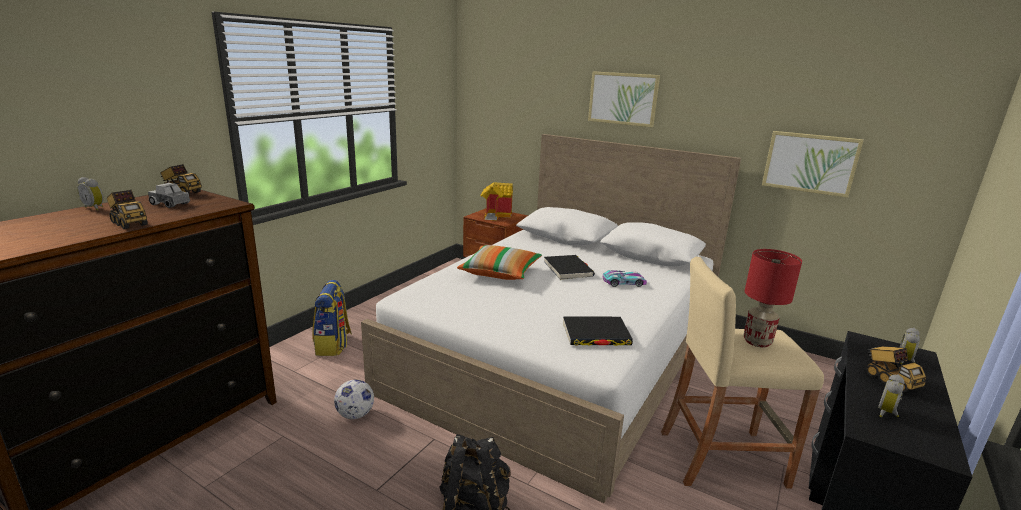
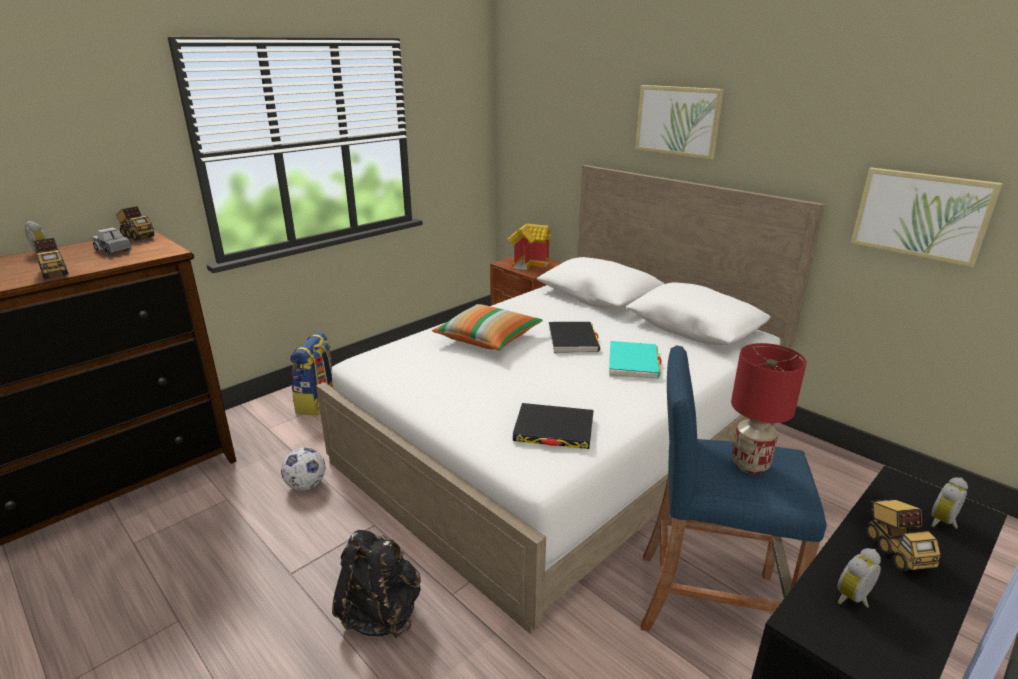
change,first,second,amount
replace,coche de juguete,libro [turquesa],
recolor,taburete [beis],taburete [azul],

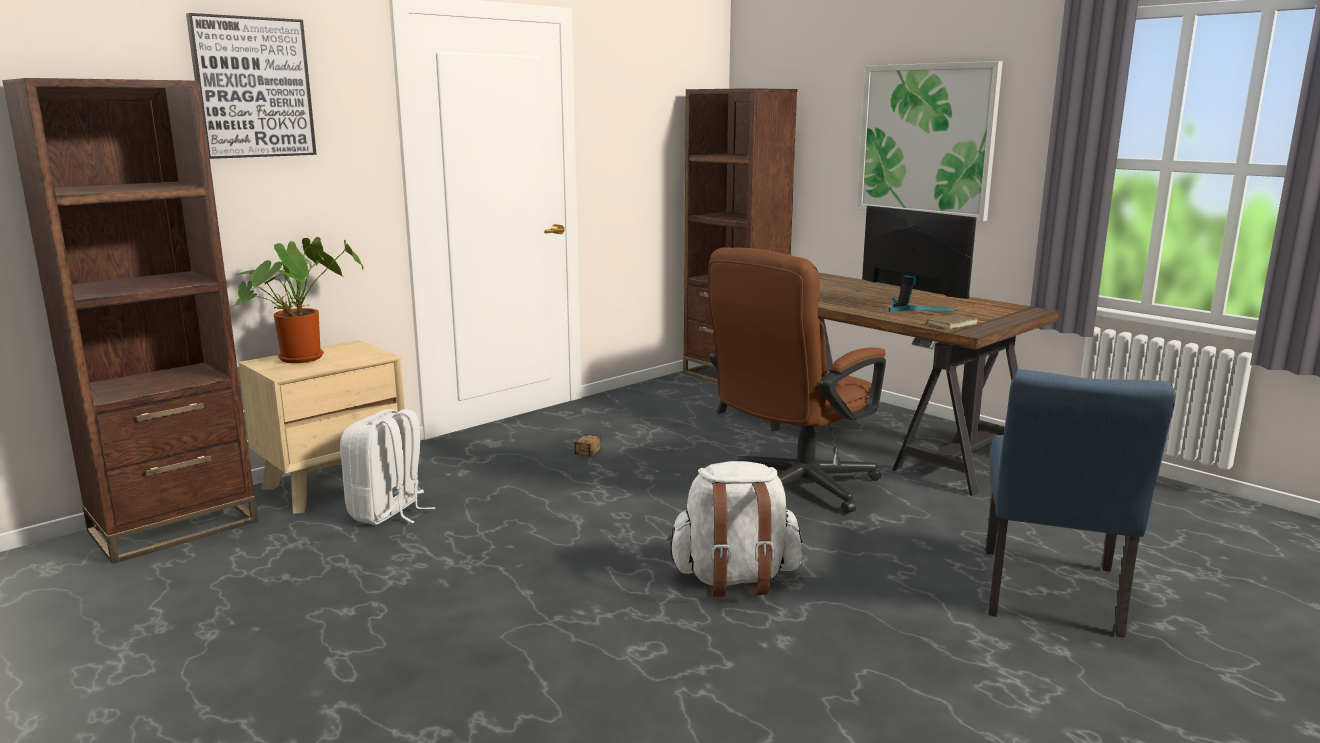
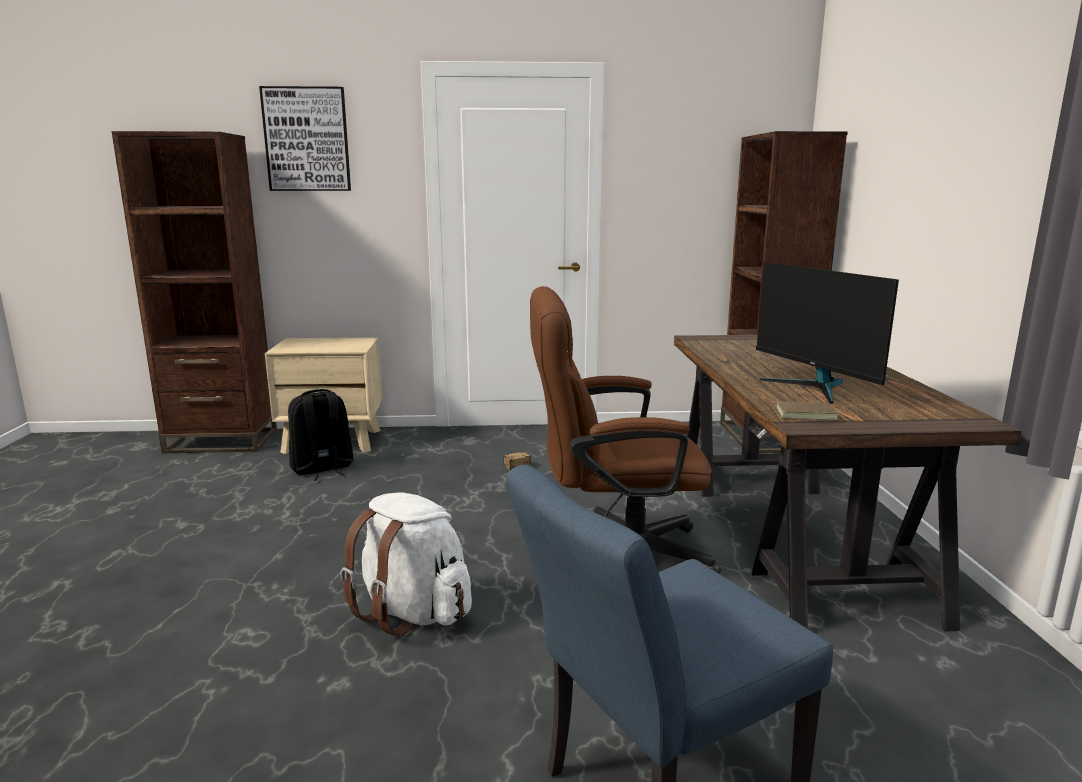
change,first,second,amount
recolor,mochila [blanco] (1st from left),mochila [negro],
rotate,monitor,,150 degrees clockwise
delete,planta en maceta,,
delete,cuadro (2nd from left),,

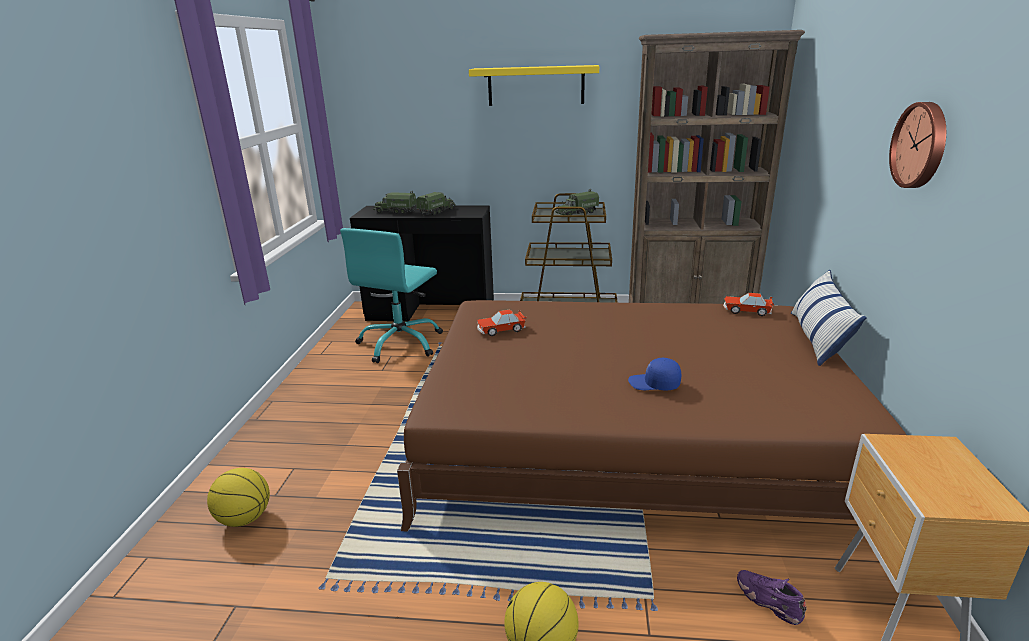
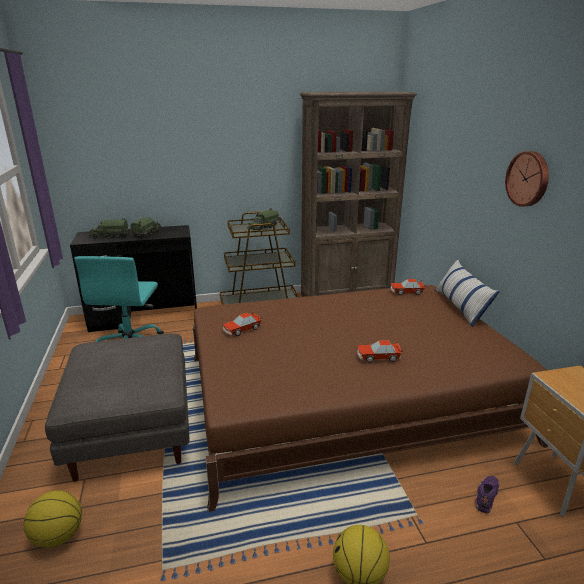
change,first,second,amount
insert,,puf [gris],
replace,gorra [azul],coche de juguete (2nd from left),
rotate,zapato [morado],,90 degrees clockwise
delete,estante [amarillo],,

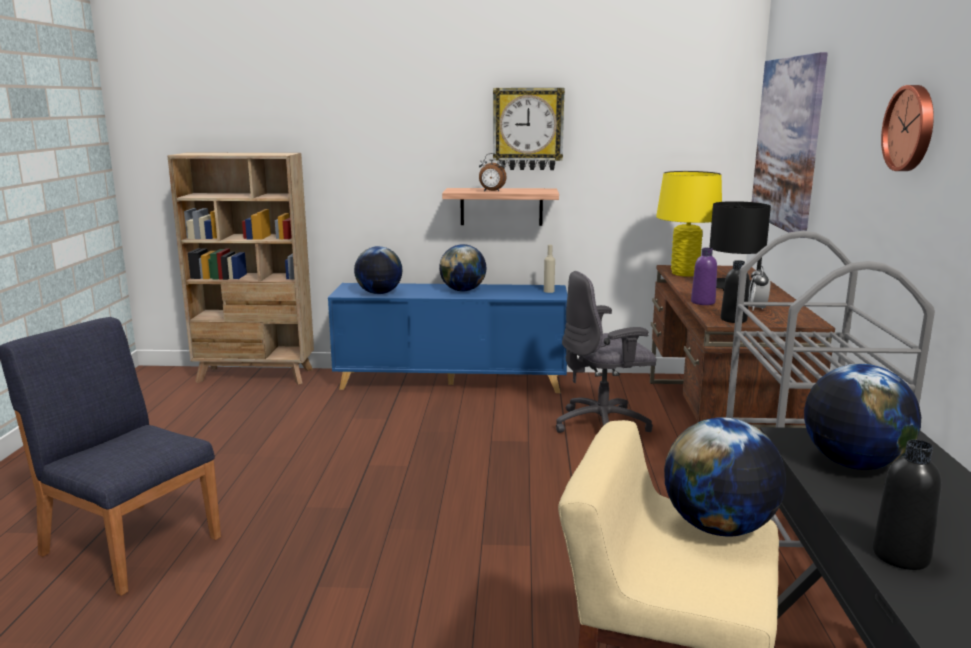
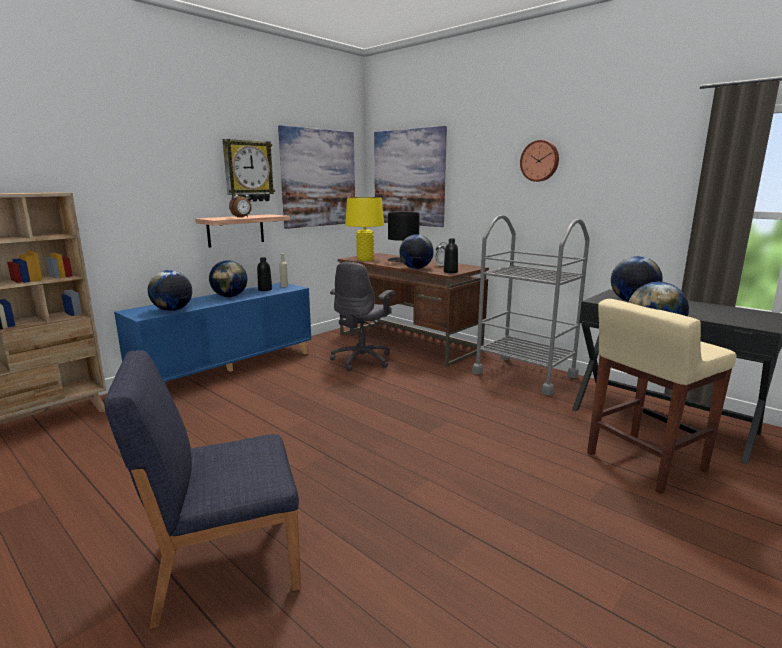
change,first,second,amount
move,botella [negro] (2nd from left in the first image),botella [negro] (1st from left),
insert,,cuadro (1st from left),
replace,botella [morado],globo terráqueo (3rd from left),

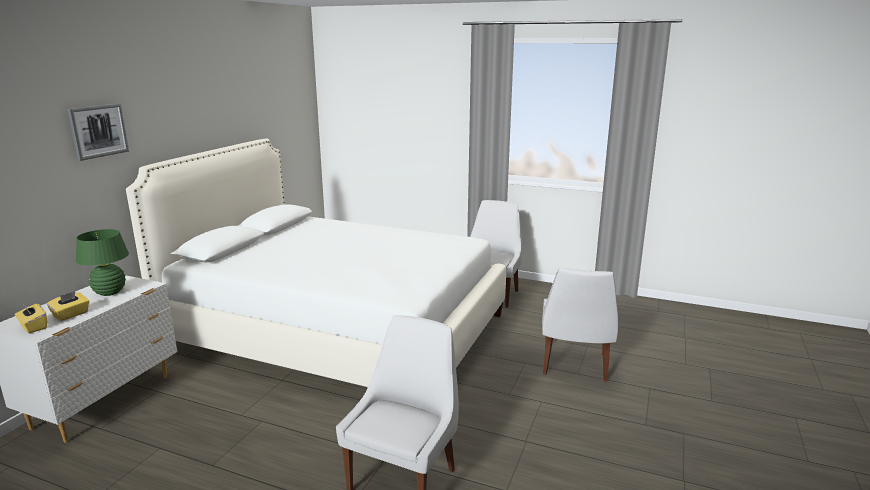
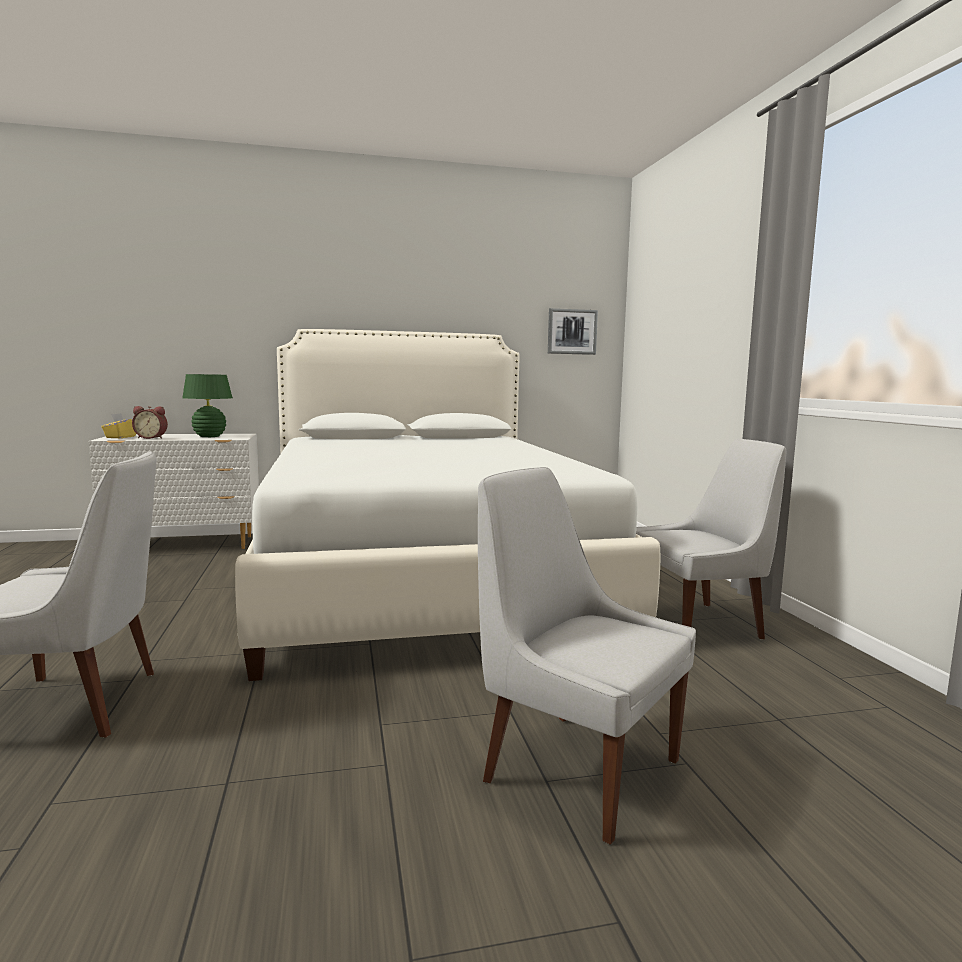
change,first,second,amount
replace,caja de pañuelos [amarillo] (2nd from left),despertador,
rotate,silla [blanco] (3rd from left in the first image),silla [blanco] (2nd from left),60 degrees clockwise
move,cuadro,,

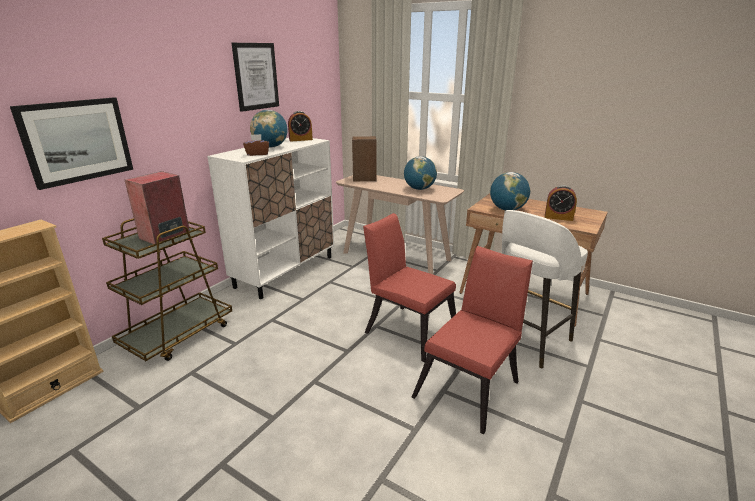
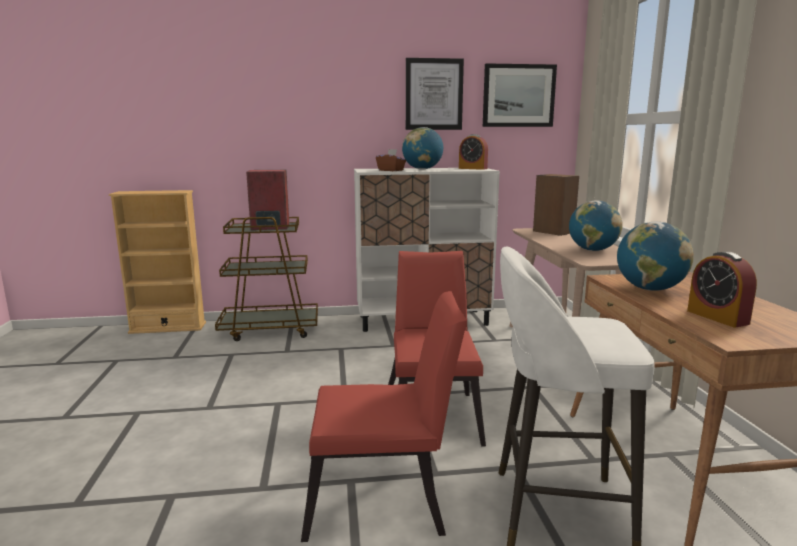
change,first,second,amount
move,cuadro (1st from left in the first image),cuadro (2nd from left),

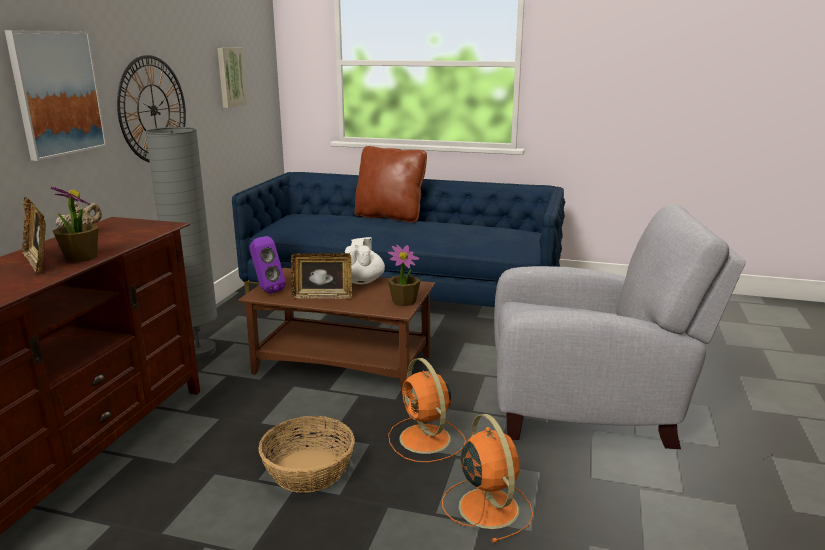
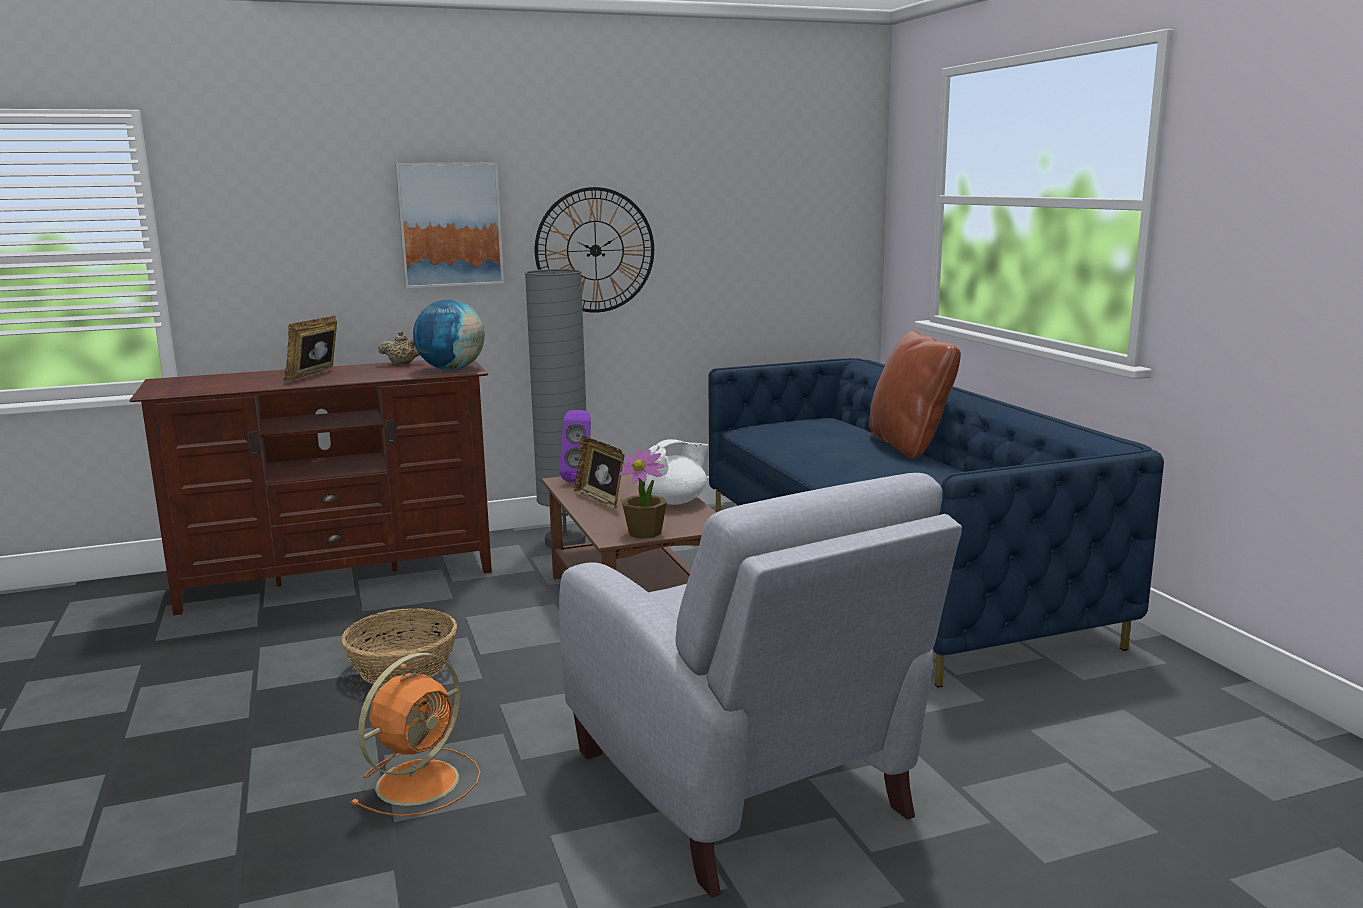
change,first,second,amount
insert,,globo terráqueo,
delete,planta en maceta (1st from left),,
delete,cuadro (2nd from left),,
delete,ventilador [naranja] (1st from left),,

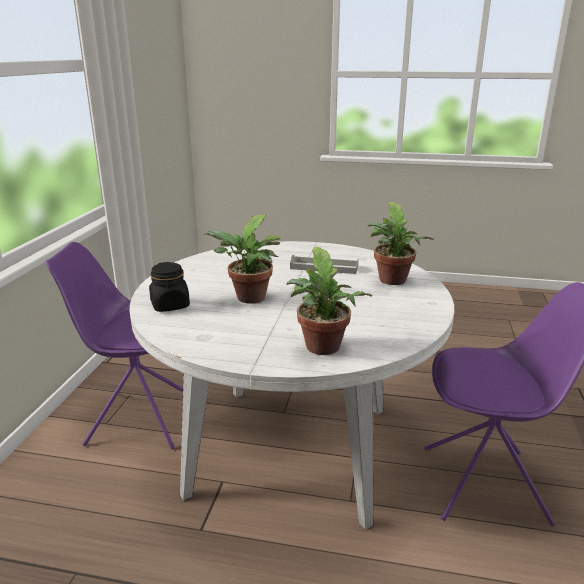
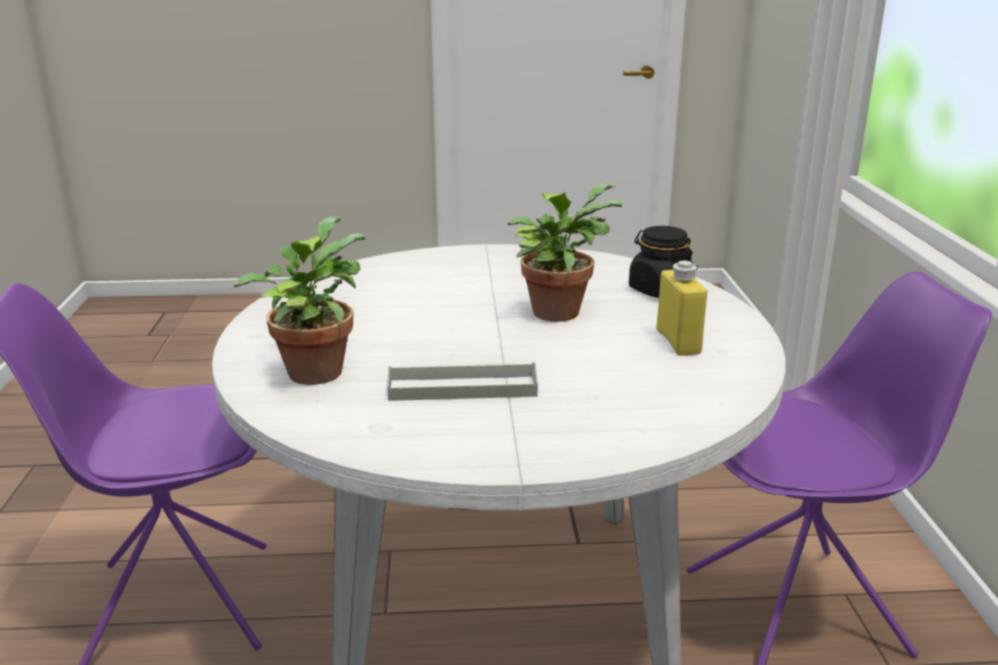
change,first,second,amount
insert,,botella [amarillo],
delete,planta en maceta (2nd from left),,

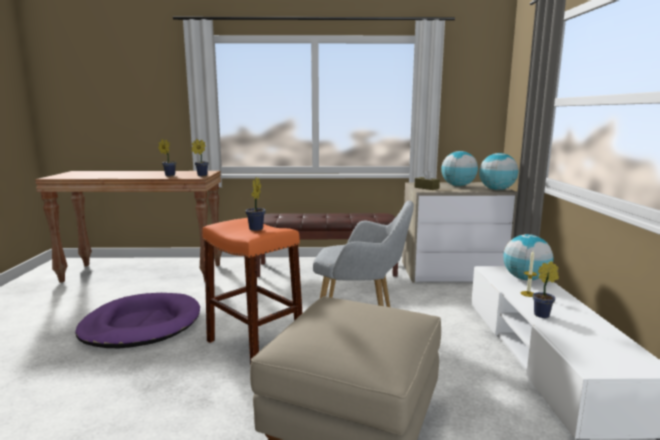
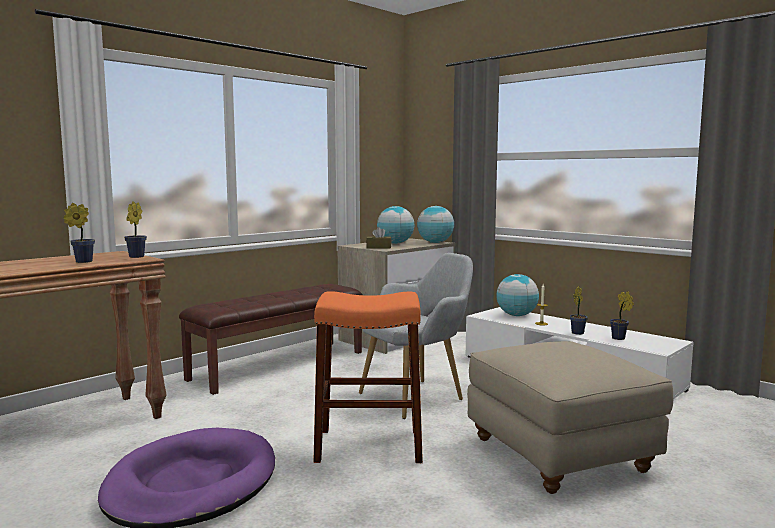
change,first,second,amount
move,planta en maceta (3rd from left in the first image),planta en maceta (4th from left),

